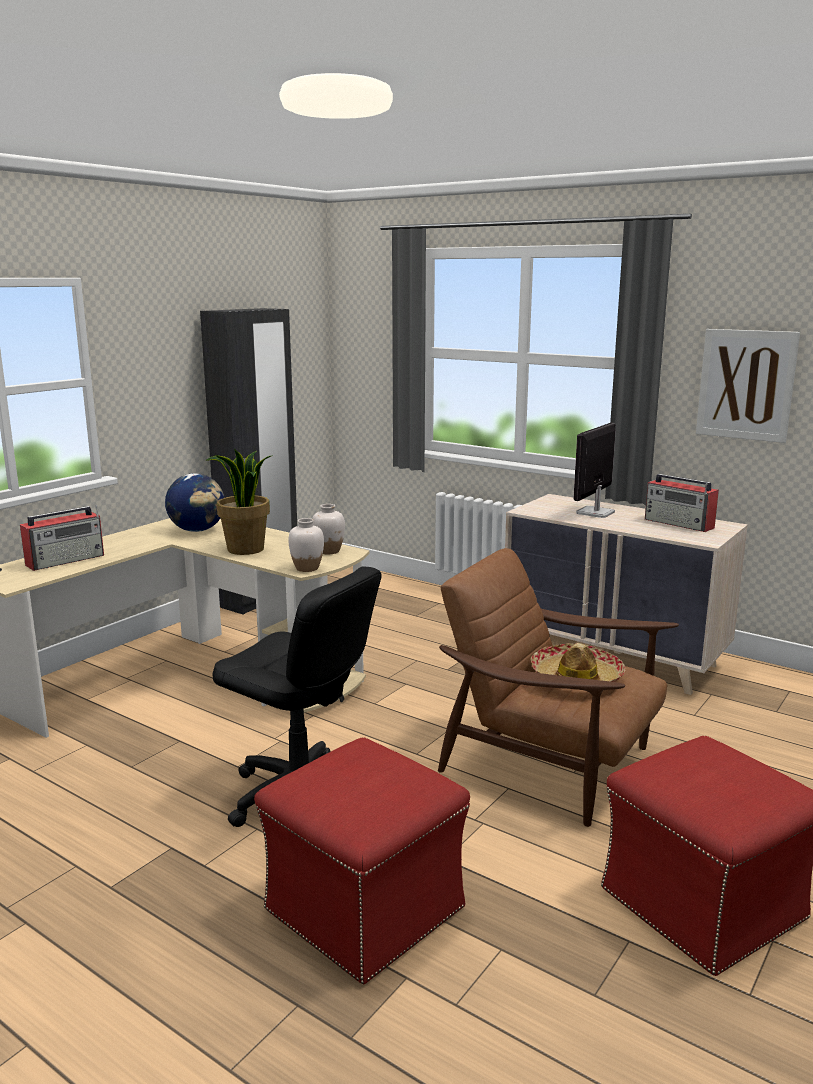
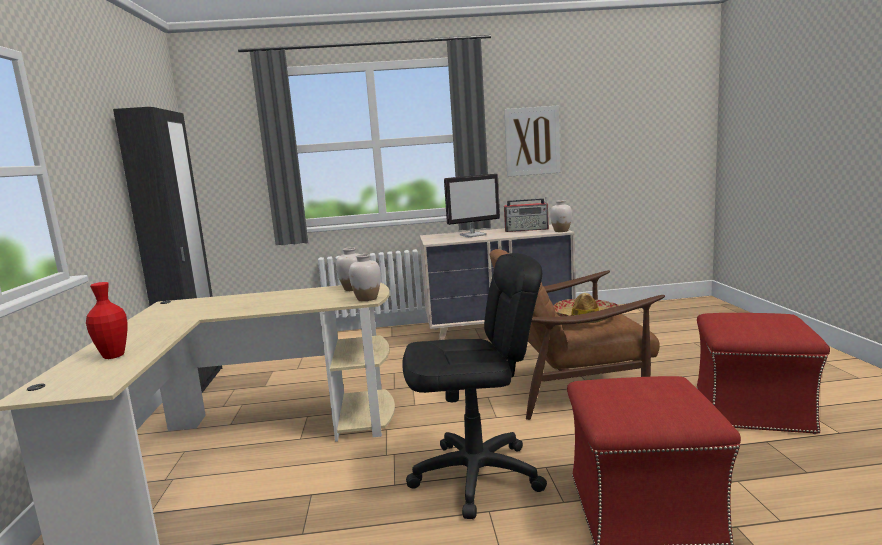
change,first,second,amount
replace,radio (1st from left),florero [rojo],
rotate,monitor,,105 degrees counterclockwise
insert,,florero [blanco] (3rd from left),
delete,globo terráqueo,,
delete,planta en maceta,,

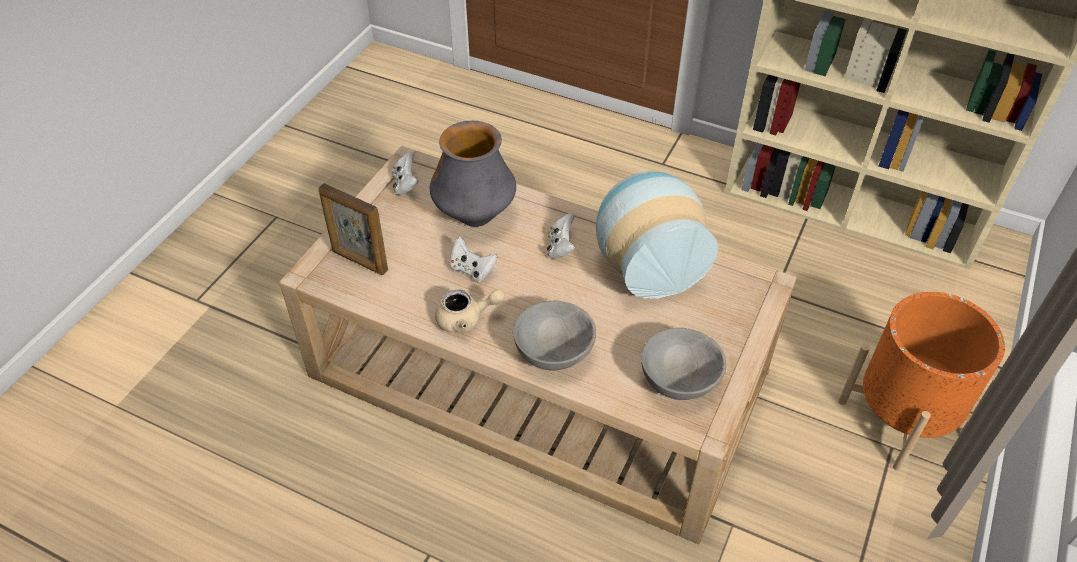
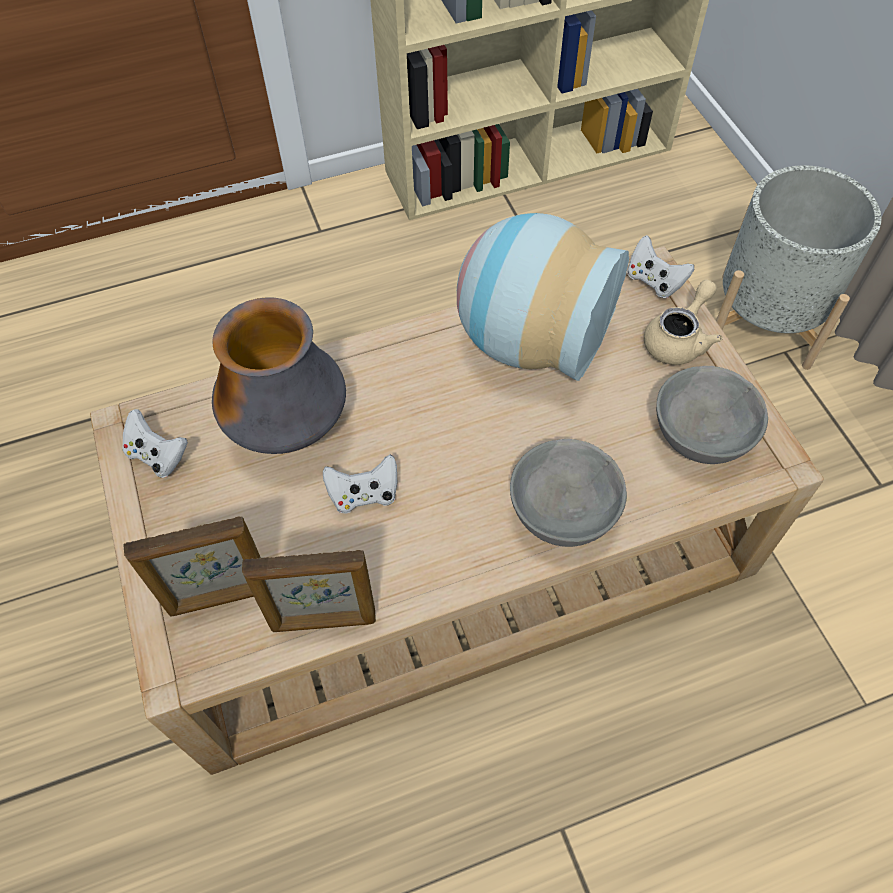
change,first,second,amount
insert,,portarretratos (2nd from left),
move,mando de consola [blanco] (3rd from left),,
move,tetera [beis],,
recolor,maceta [naranja],maceta [gris],

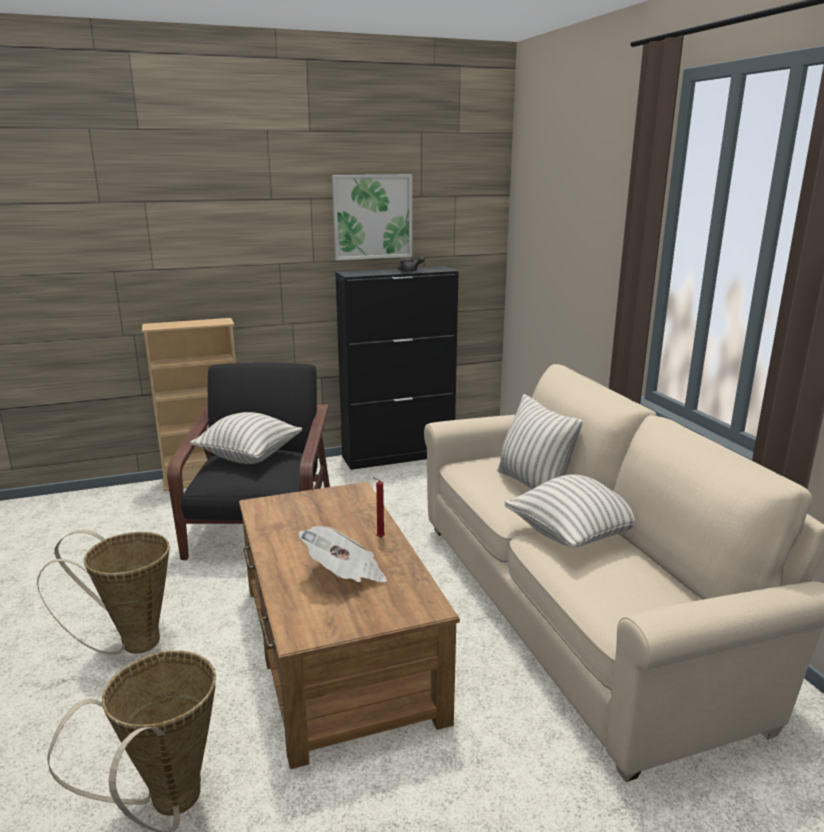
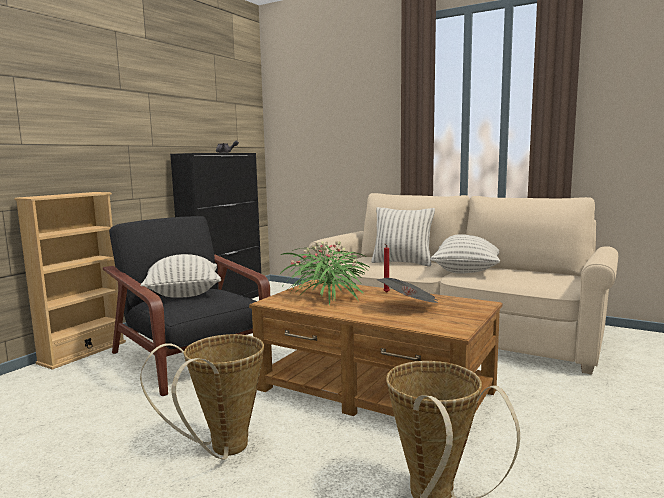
change,first,second,amount
insert,,planta en maceta,
delete,cuadro,,

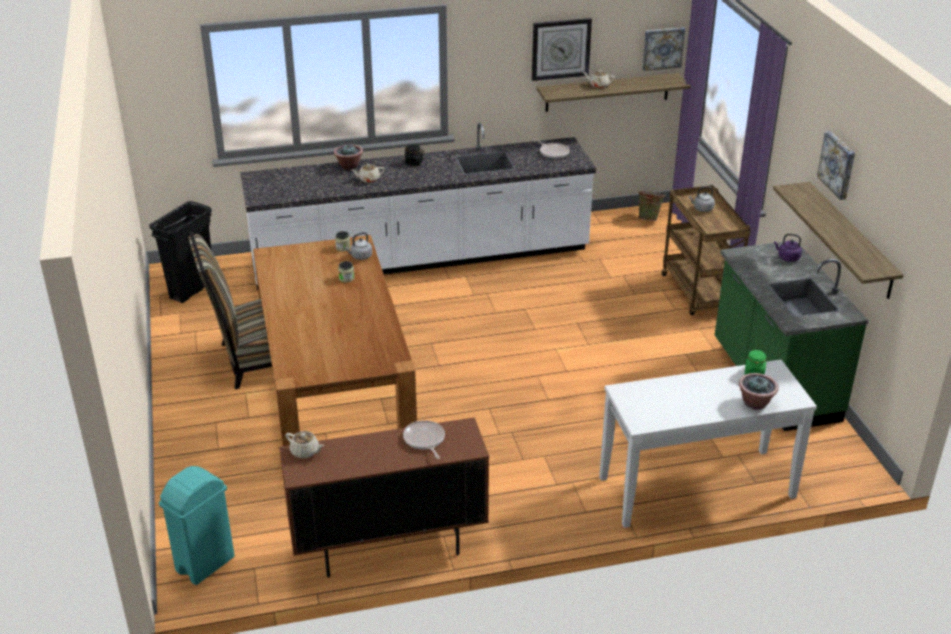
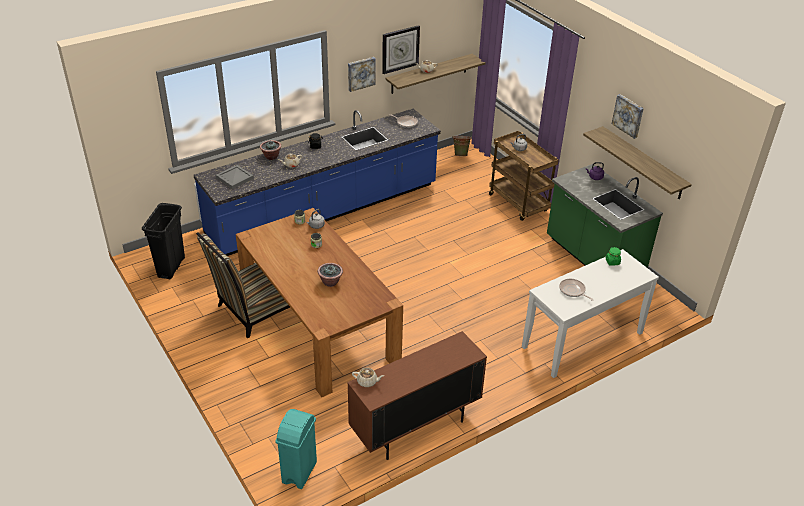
change,first,second,amount
recolor,mueble bajo de cocina [blanco],mueble bajo de cocina [azul],
insert,,bandeja [gris],
move,planta en maceta (2nd from left),,
move,cuadro (1st from left),,
move,sartén (1st from left in the first image),sartén (2nd from left),

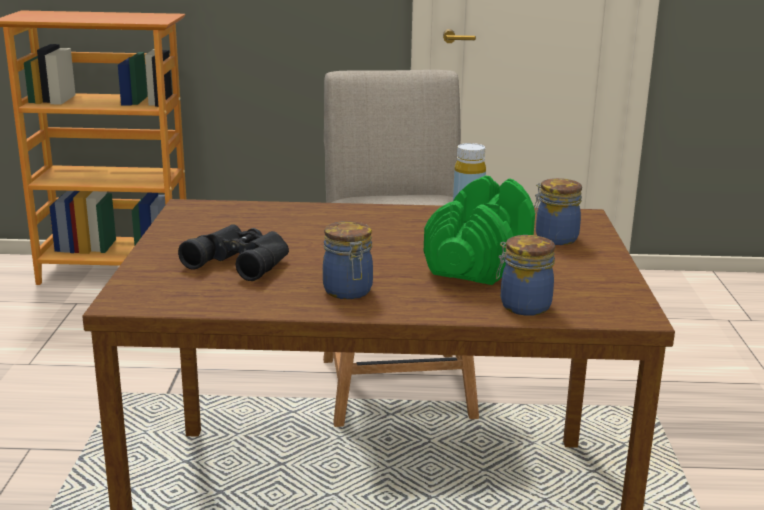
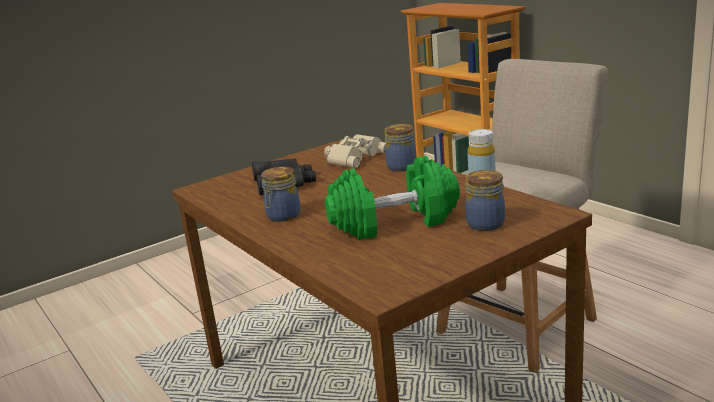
change,first,second,amount
insert,,prismáticos [beis],
move,tarro (2nd from left),,

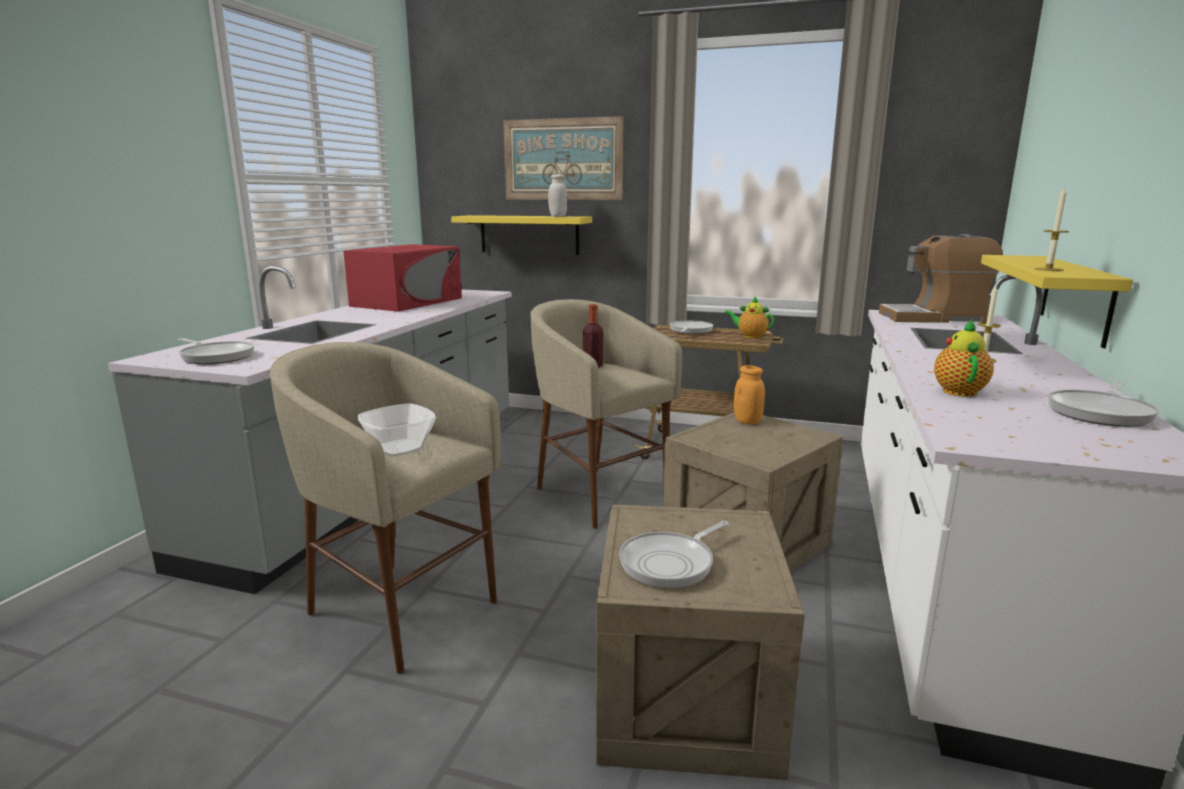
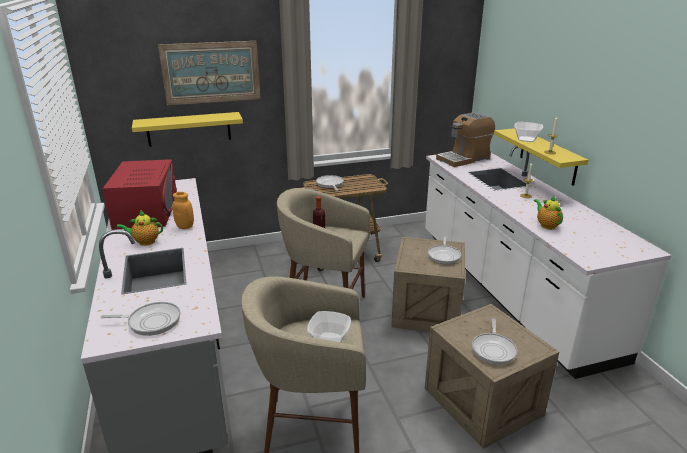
change,first,second,amount
move,tetera (1st from left),,
move,tarro [naranja],,
move,sartén (4th from left in the first image),sartén (3rd from left),
insert,,cuenco (2nd from left),
delete,tarro [blanco],,

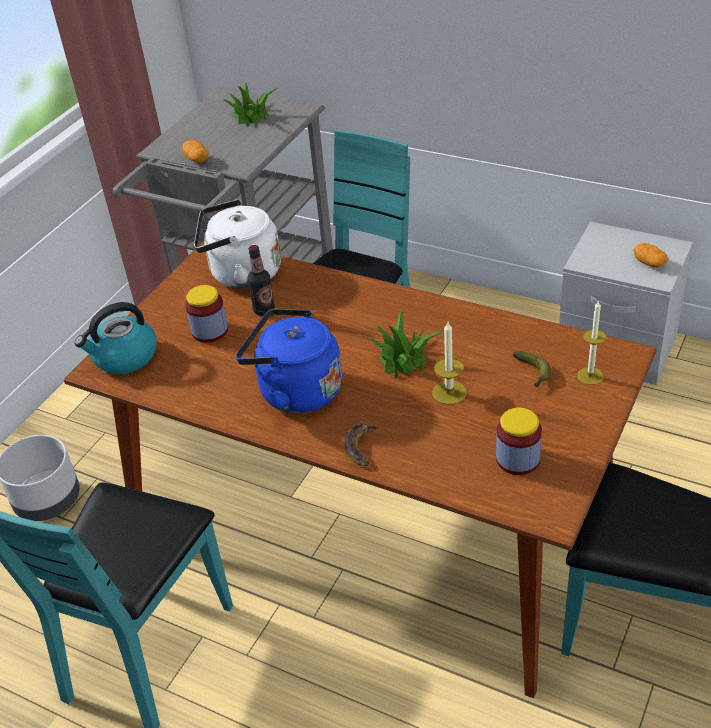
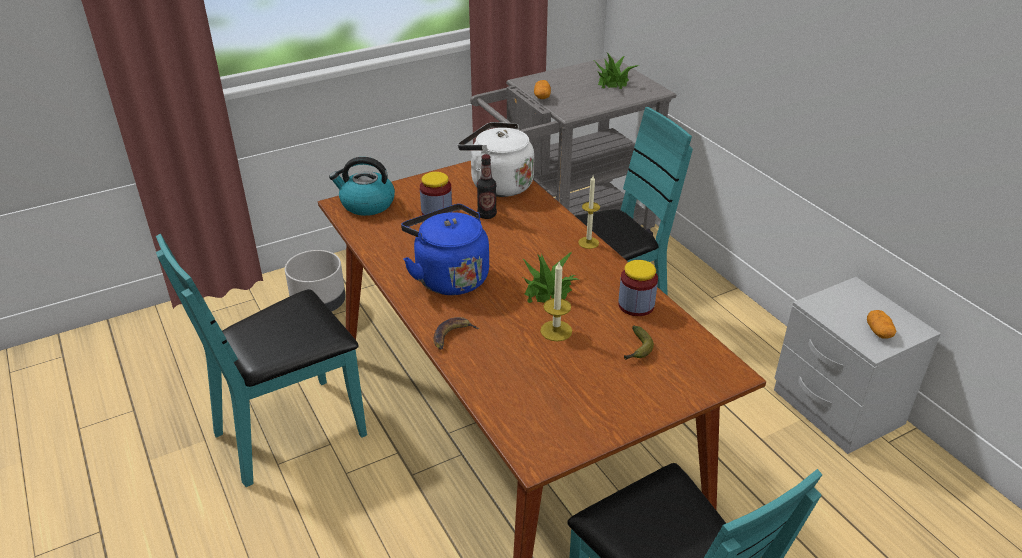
change,first,second,amount
move,vela (2nd from left),,
move,tarro (2nd from left),,

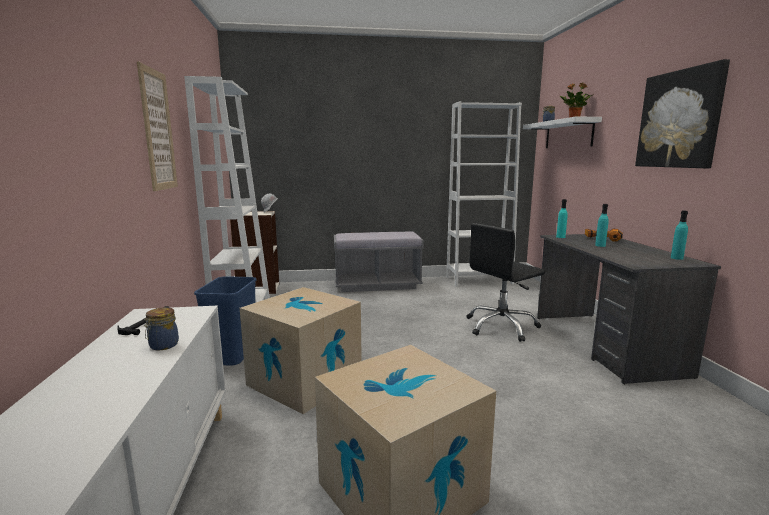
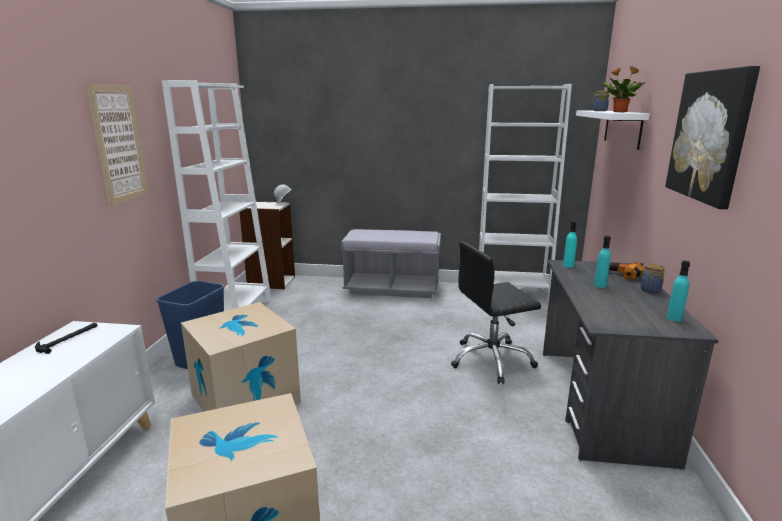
change,first,second,amount
move,tarro (1st from left in the first image),tarro (2nd from left),

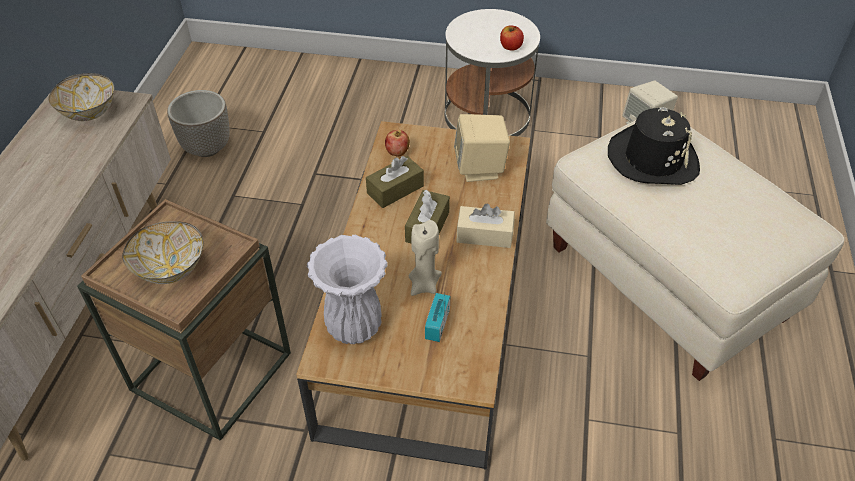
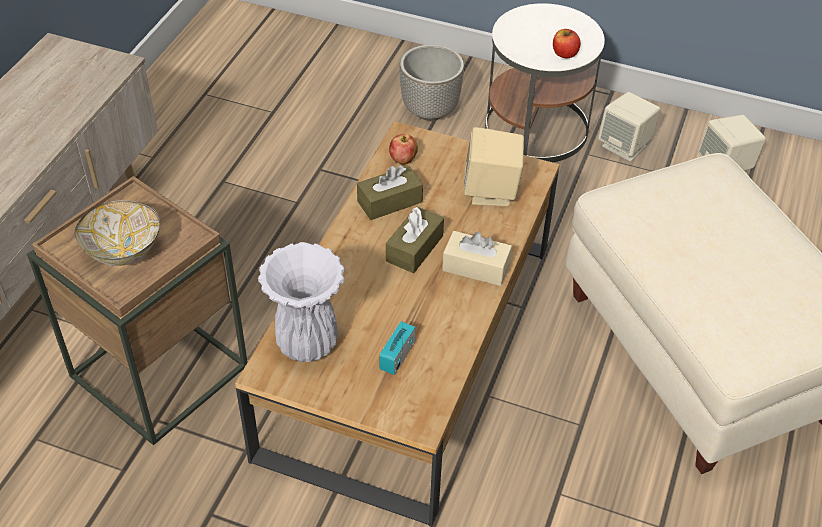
change,first,second,amount
move,maceta,,
insert,,altavoz [beis] (2nd from left),
delete,cuenco (1st from left),,
delete,vela [beis],,
delete,sombrero [negro],,

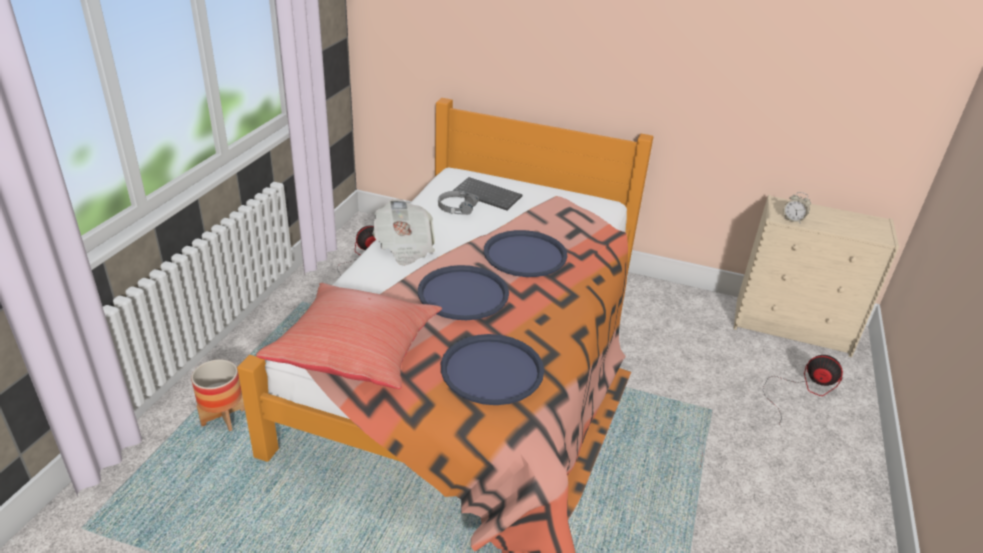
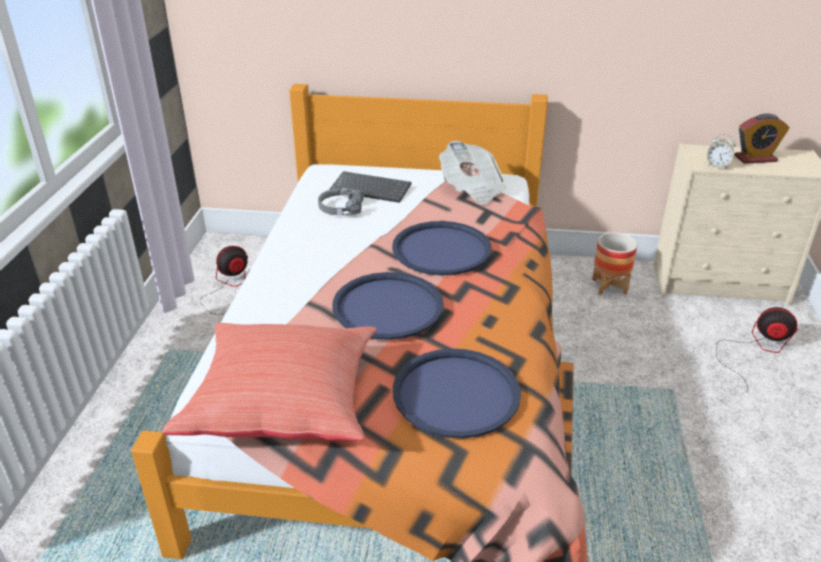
change,first,second,amount
move,periódico,,
move,maceta,,
insert,,despertador (2nd from left),

